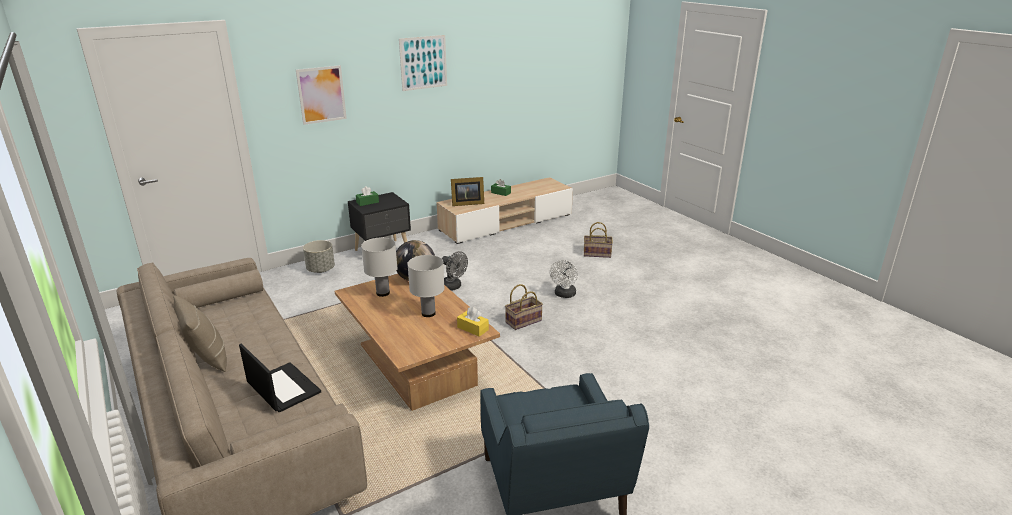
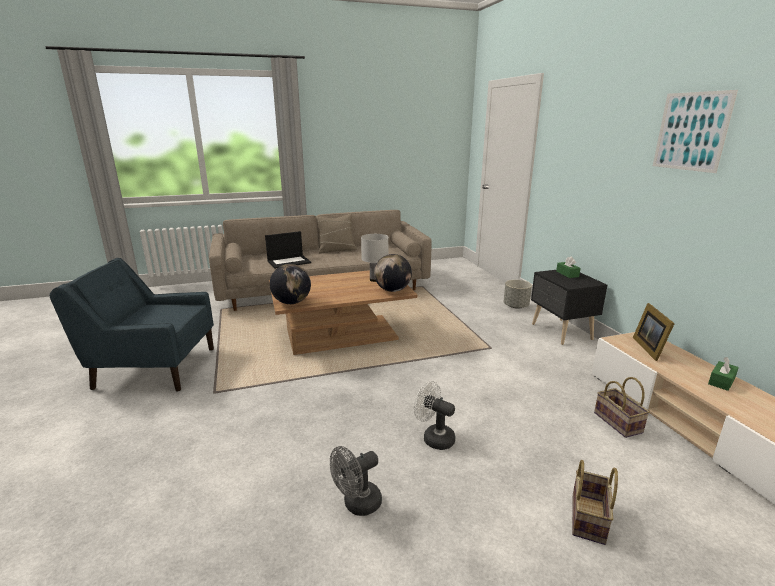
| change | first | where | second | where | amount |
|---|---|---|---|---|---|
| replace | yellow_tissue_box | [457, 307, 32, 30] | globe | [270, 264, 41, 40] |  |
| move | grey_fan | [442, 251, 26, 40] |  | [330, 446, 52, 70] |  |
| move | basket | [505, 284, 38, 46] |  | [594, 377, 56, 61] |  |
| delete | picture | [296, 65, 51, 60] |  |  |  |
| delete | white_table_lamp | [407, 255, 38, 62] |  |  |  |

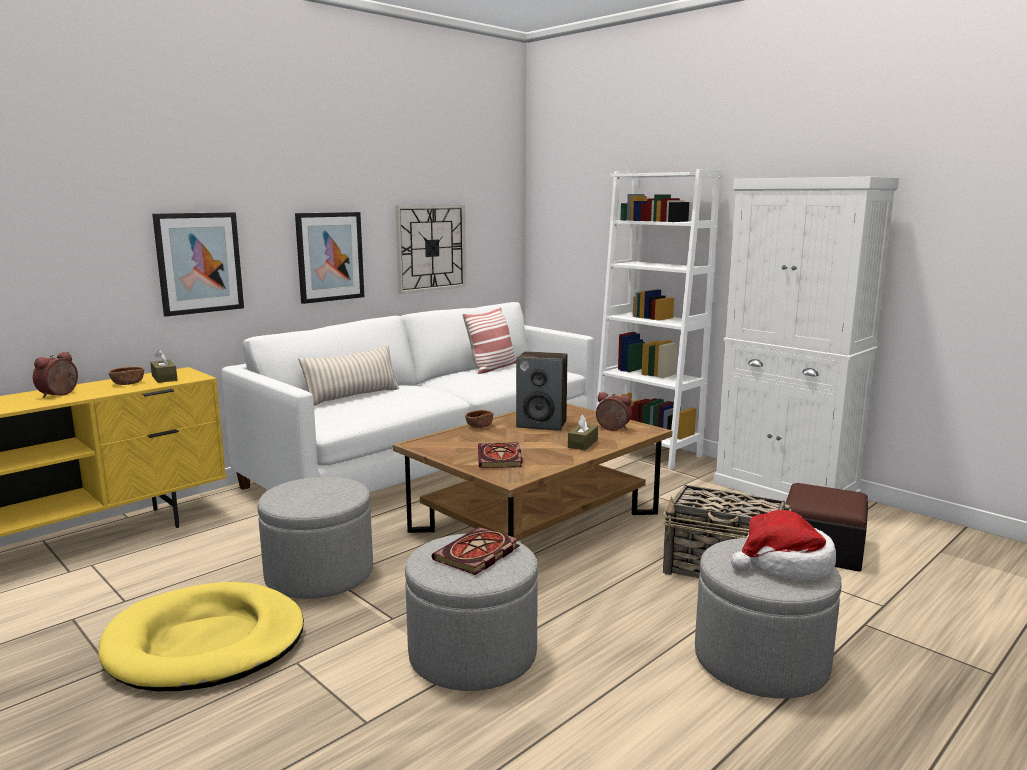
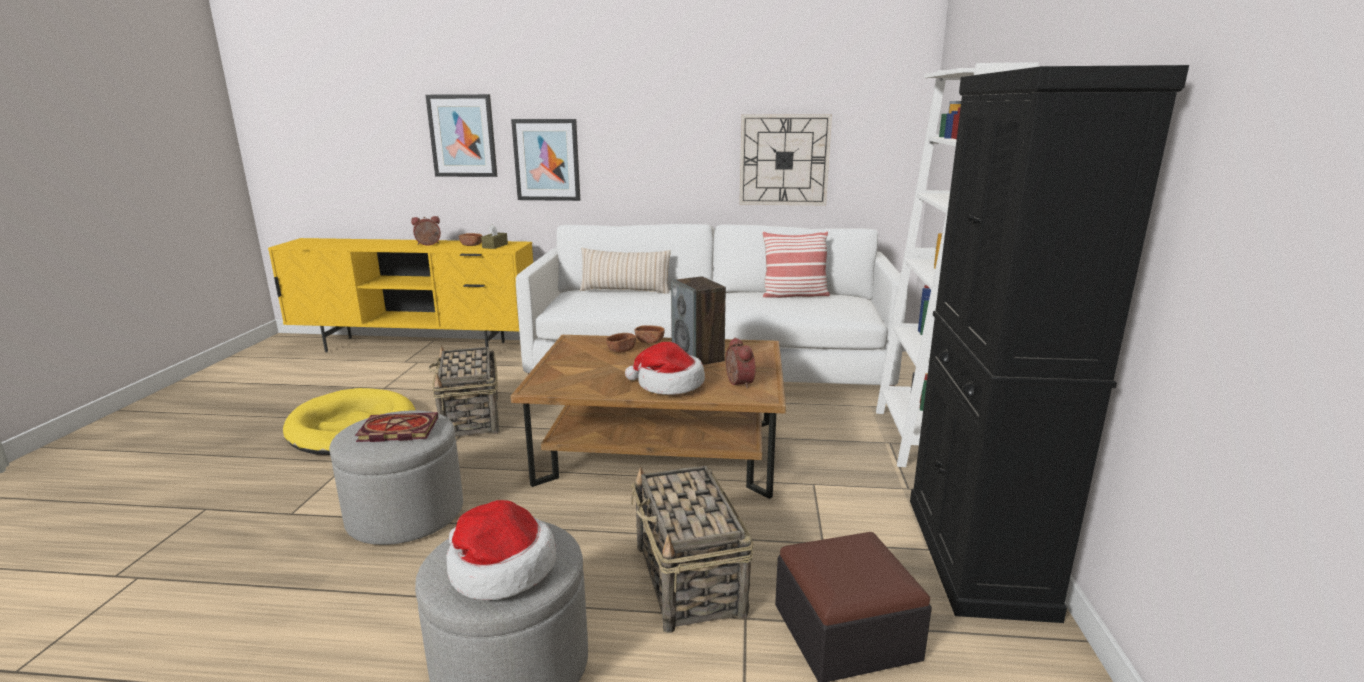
| change | first | where | second | where | amount |
|---|---|---|---|---|---|
| move | picture | [295, 212, 69, 92] |  | [426, 94, 71, 83] |  |
| replace | grey_ottoman | [257, 477, 116, 122] | basket | [428, 345, 72, 91] |  |
| insert |  |  | brown_bowl | [606, 333, 30, 19] |  |
| replace | brown_tissue_box | [568, 414, 30, 36] | hat | [625, 342, 80, 53] |  |
| recolor | white_cabinet | [713, 177, 186, 326] | black_cabinet | [910, 65, 279, 558] |  |
| delete | book | [478, 442, 45, 26] |  |  |  |

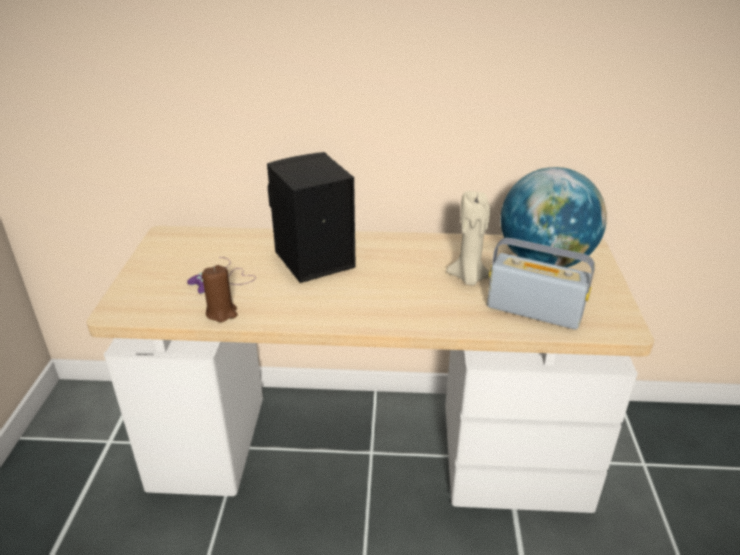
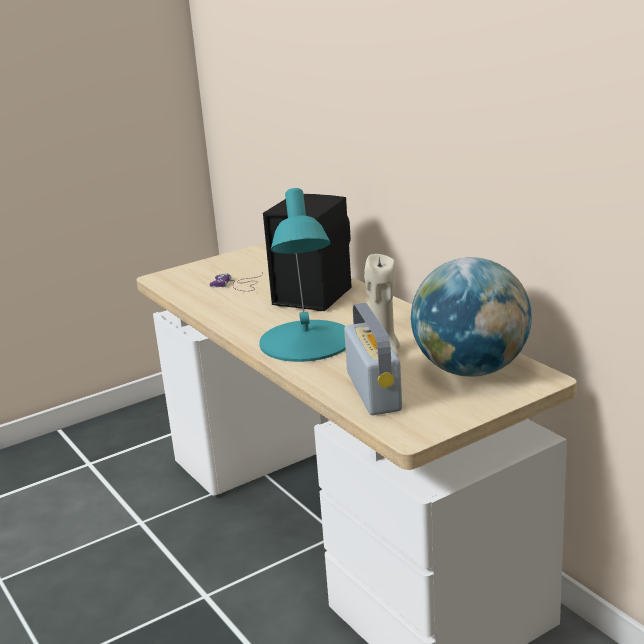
| change | first | where | second | where | amount |
|---|---|---|---|---|---|
| insert |  |  | turquoise_table_lamp | [259, 188, 87, 174] |  |
| delete | brown_candle | [202, 265, 35, 57] |  |  |  |

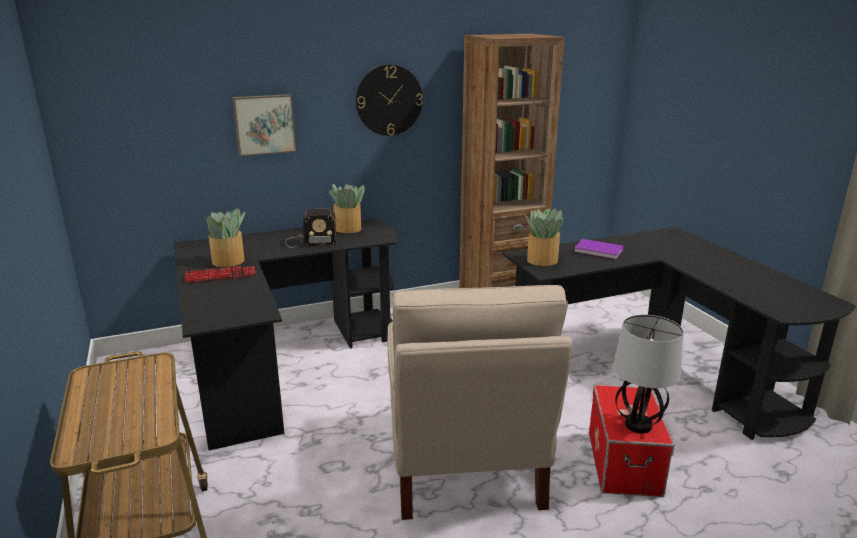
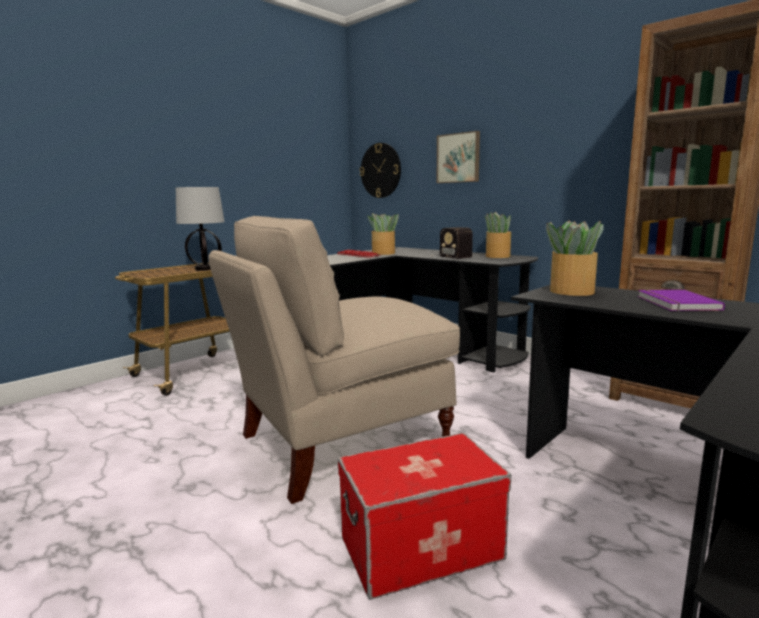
| change | first | where | second | where | amount |
|---|---|---|---|---|---|
| move | table_lamp | [613, 315, 71, 118] |  | [176, 187, 49, 84] |  |
| move | wall_clock | [356, 64, 67, 72] |  | [360, 143, 41, 55] |  |

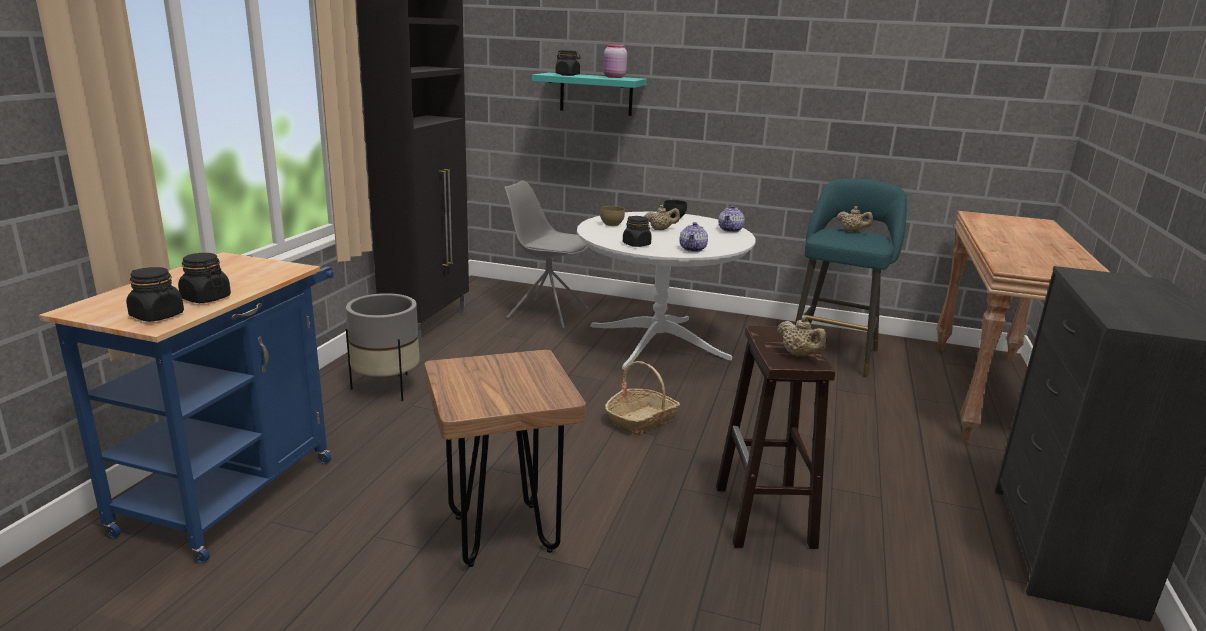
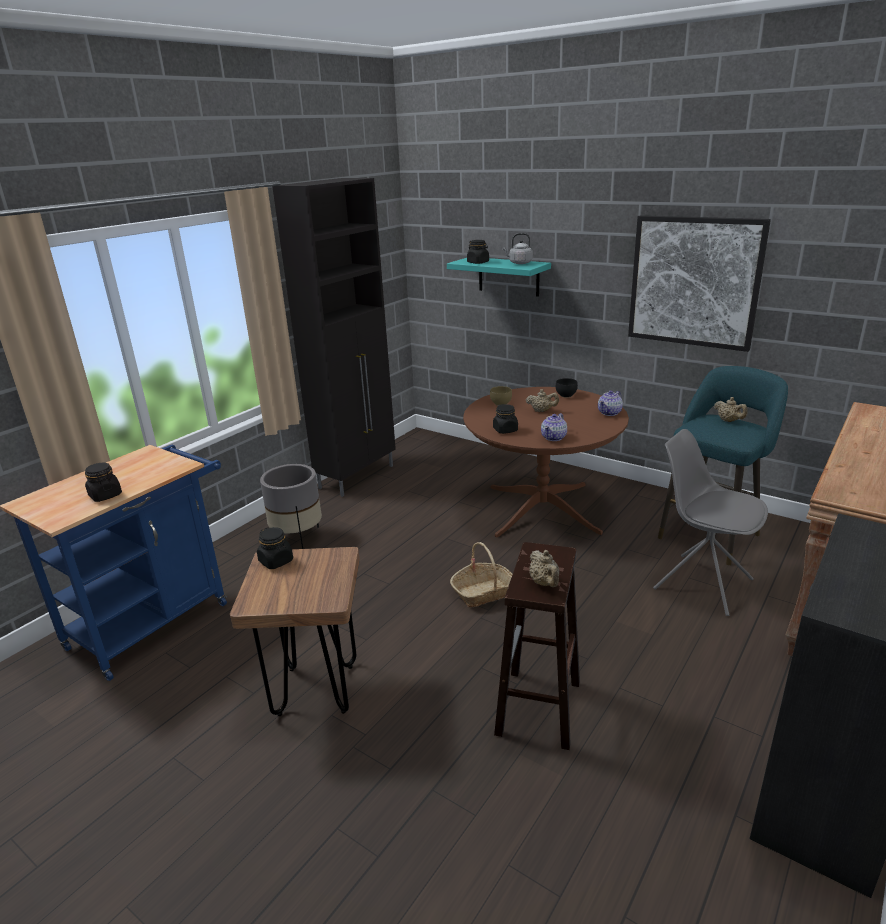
| change | first | where | second | where | amount |
|---|---|---|---|---|---|
| move | black_jar | [126, 267, 58, 55] |  | [257, 527, 36, 42] |  |
| recolor | white_dining_table | [577, 212, 179, 158] | brown_dining_table | [463, 387, 166, 150] |  |
| replace | pink_jar | [603, 44, 24, 34] | grey_kettle | [503, 233, 30, 31] |  |
| insert |  |  | picture | [628, 215, 143, 137] |  |
| move | grey_chair | [504, 180, 85, 149] |  | [653, 429, 115, 187] |  |

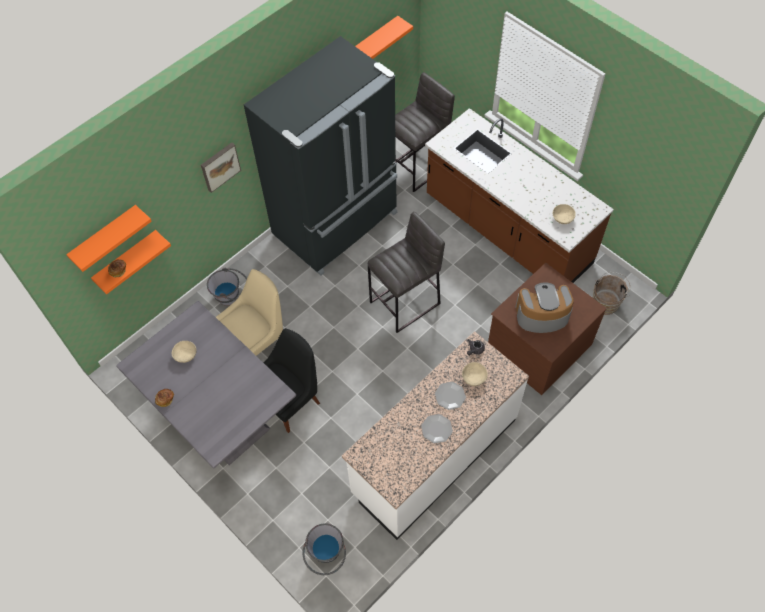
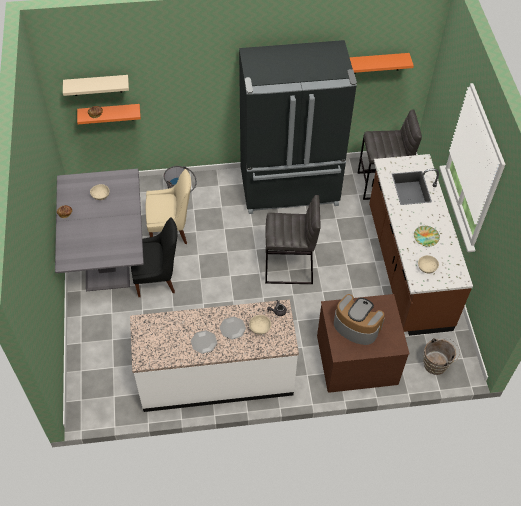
| change | first | where | second | where | amount |
|---|---|---|---|---|---|
| recolor | orange_shelf | [66, 205, 86, 67] | beige_shelf | [63, 75, 66, 21] |  |
| insert |  |  | plate | [414, 226, 26, 21] |  |
| delete | picture | [201, 143, 40, 50] |  |  |  |
| delete | grey_bucket | [302, 523, 44, 52] |  |  |  |

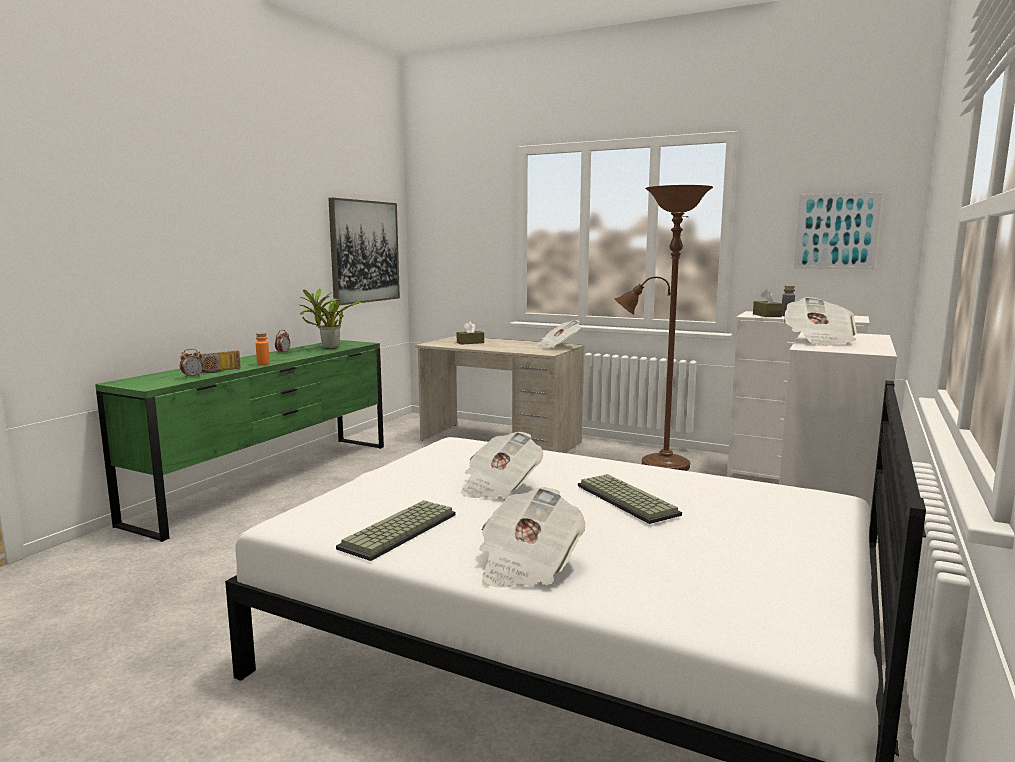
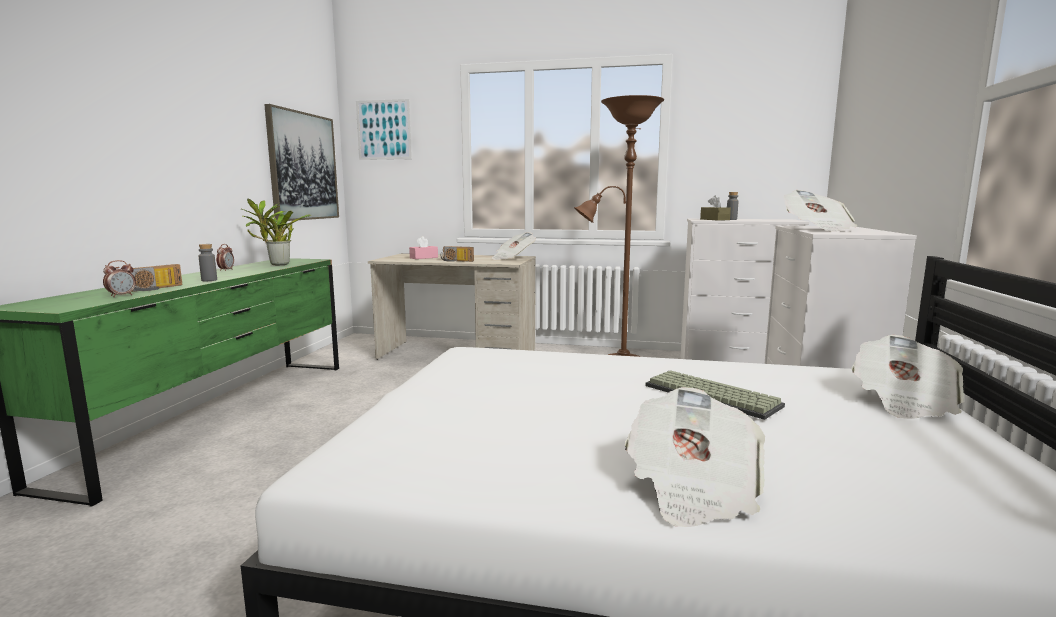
| change | first | where | second | where | amount |
|---|---|---|---|---|---|
| recolor | orange_bottle | [256, 333, 14, 32] | grey_bottle | [199, 244, 18, 37] |  |
| move | picture | [794, 193, 88, 77] |  | [356, 99, 56, 61] |  |
| recolor | brown_tissue_box | [457, 322, 27, 23] | pink_tissue_box | [409, 236, 29, 23] |  |
| insert |  |  | radio | [441, 246, 33, 16] |  |
| move | newspaper | [461, 432, 82, 66] |  | [851, 335, 113, 84] |  |
| delete | keyboard | [336, 500, 120, 61] |  |  |  |

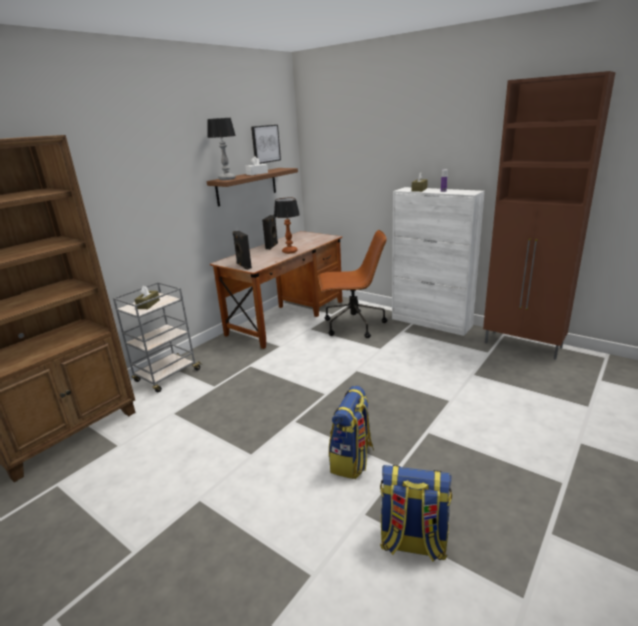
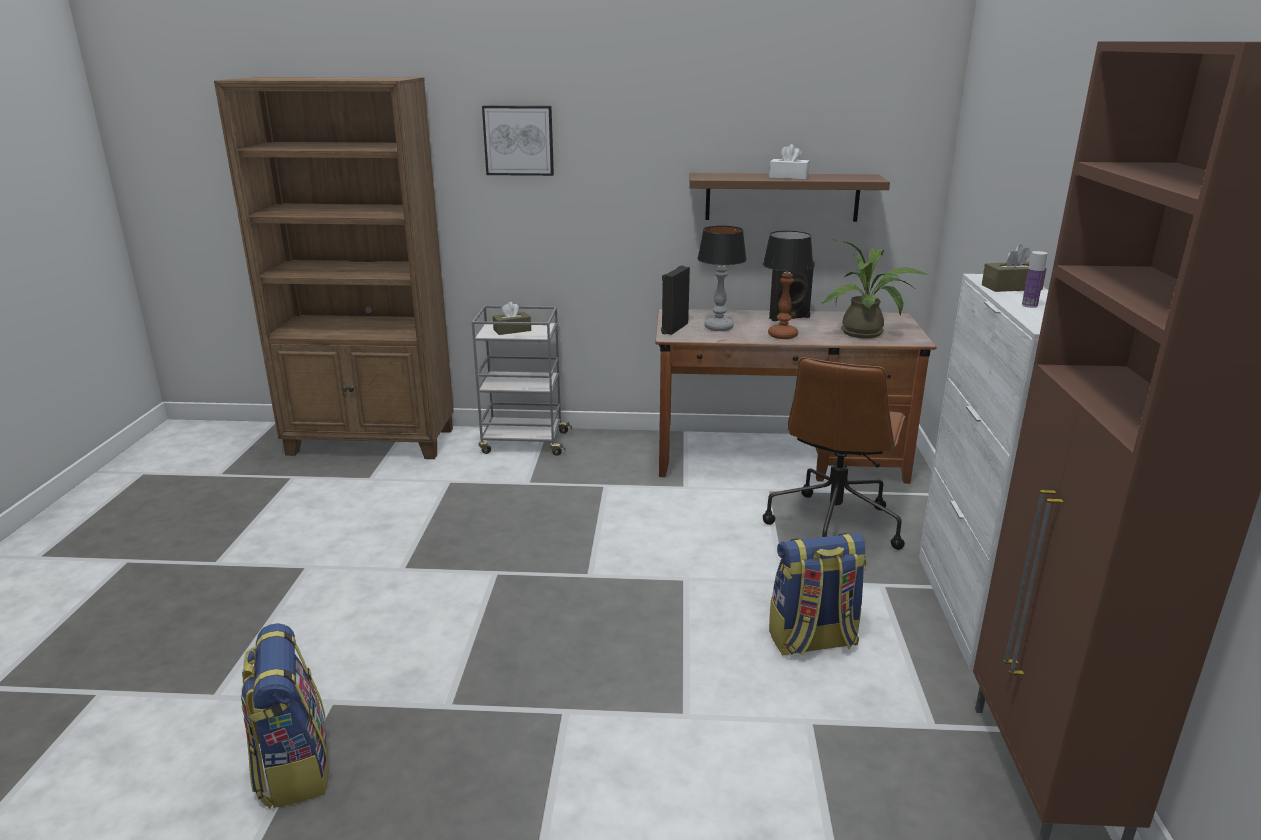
| change | first | where | second | where | amount |
|---|---|---|---|---|---|
| move | picture | [251, 125, 30, 39] |  | [482, 106, 72, 70] |  |
| move | table_lamp | [207, 118, 29, 62] |  | [697, 226, 50, 105] |  |
| rotate | brown_office_chair | [318, 230, 69, 108] |  | [763, 357, 142, 193] | 60 degrees clockwise |
| move | backpack | [329, 386, 45, 93] |  | [769, 533, 98, 123] |  |
| insert |  |  | potted_plant | [822, 240, 106, 99] |  |

